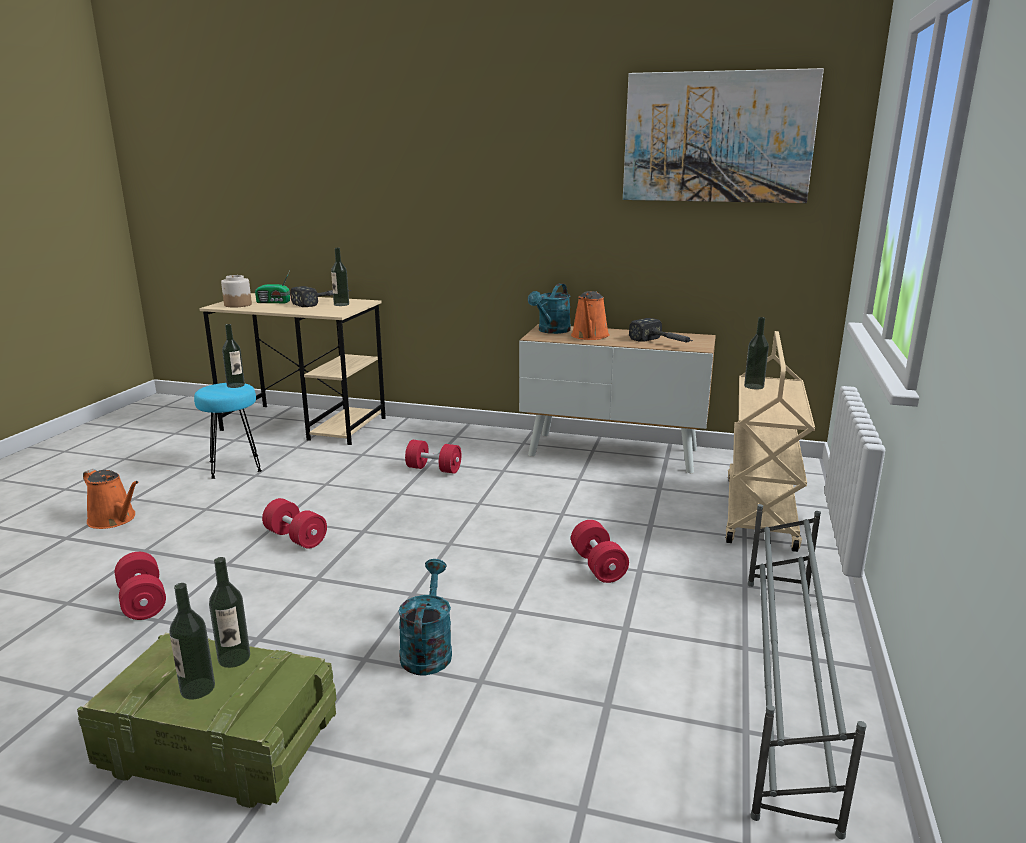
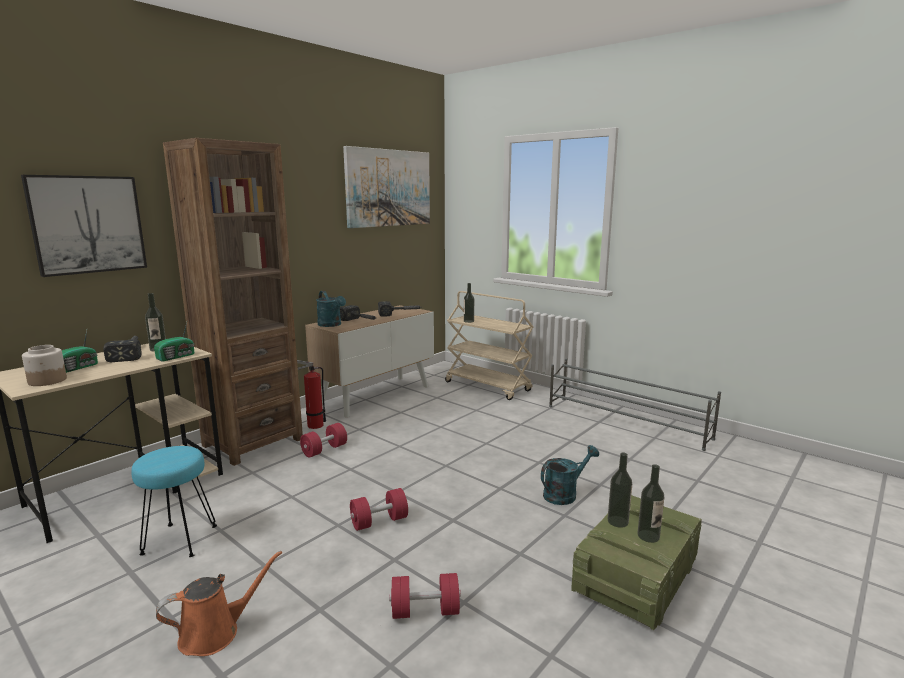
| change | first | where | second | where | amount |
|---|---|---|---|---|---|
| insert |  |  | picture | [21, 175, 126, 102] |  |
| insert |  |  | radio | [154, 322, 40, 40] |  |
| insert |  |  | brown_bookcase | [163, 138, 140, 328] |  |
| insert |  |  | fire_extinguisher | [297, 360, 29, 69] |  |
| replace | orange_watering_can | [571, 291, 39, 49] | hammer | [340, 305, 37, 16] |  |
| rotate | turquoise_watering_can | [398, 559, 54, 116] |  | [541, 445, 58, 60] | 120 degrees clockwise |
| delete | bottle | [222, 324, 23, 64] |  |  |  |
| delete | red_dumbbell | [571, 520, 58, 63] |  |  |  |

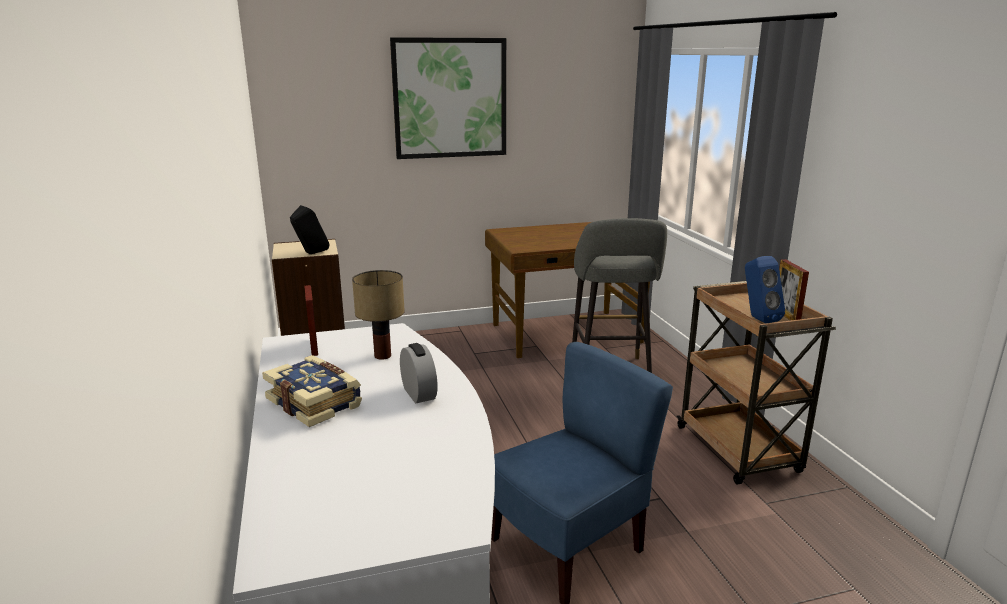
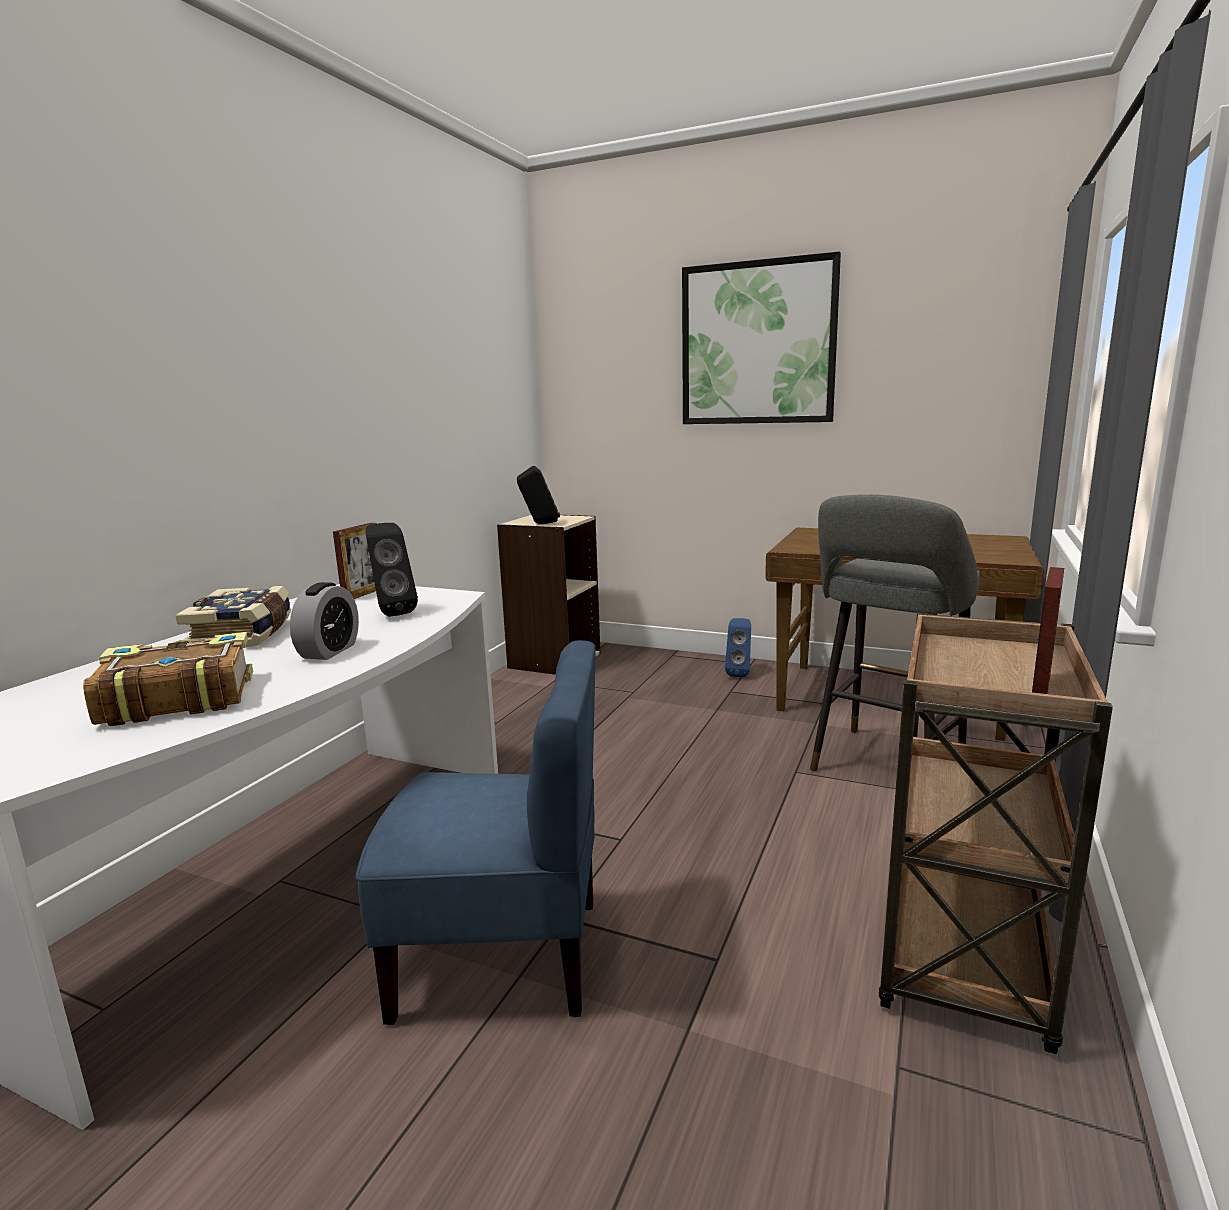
| change | first | where | second | where | amount |
|---|---|---|---|---|---|
| insert |  |  | book | [83, 632, 170, 94] |  |
| replace | table_lamp | [352, 270, 53, 90] | black_speaker | [365, 523, 53, 94] |  |
| move | blue_speaker | [745, 256, 40, 67] |  | [725, 618, 26, 59] |  |

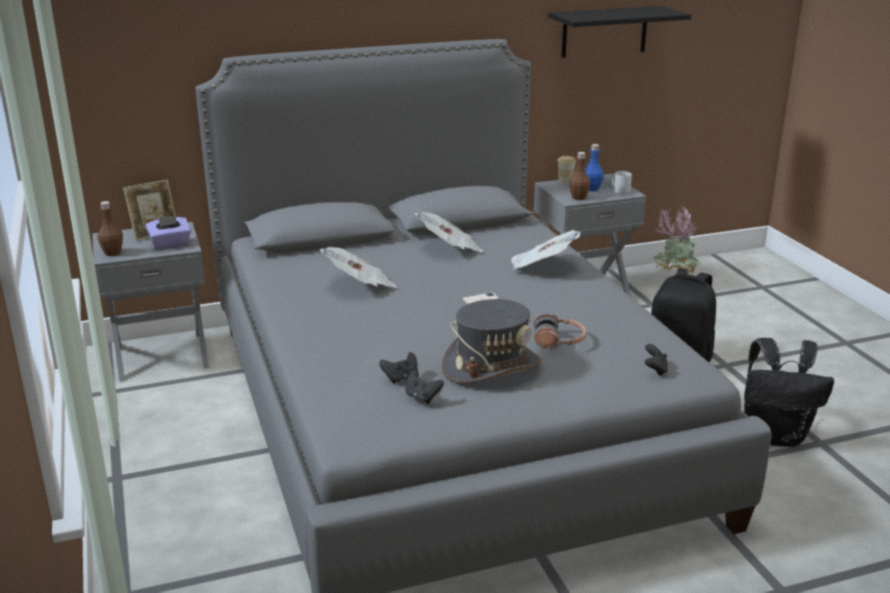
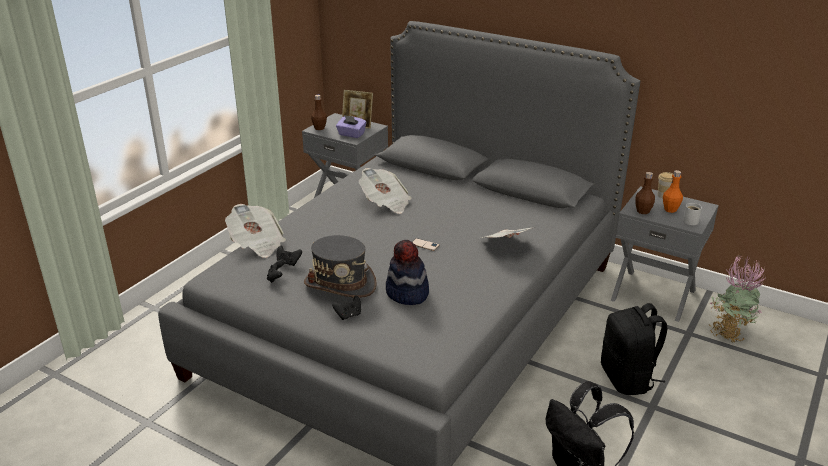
| change | first | where | second | where | amount |
|---|---|---|---|---|---|
| move | newspaper | [414, 212, 70, 40] |  | [225, 204, 61, 54] |  |
| move | black_game_controller | [645, 344, 23, 32] |  | [332, 296, 29, 24] |  |
| replace | headphones | [534, 314, 52, 34] | hat | [386, 240, 43, 65] |  |
| recolor | blue_bottle | [585, 144, 19, 47] | orange_bottle | [663, 170, 20, 43] |  |
| delete | black_shelf | [548, 6, 144, 52] |  |  |  |

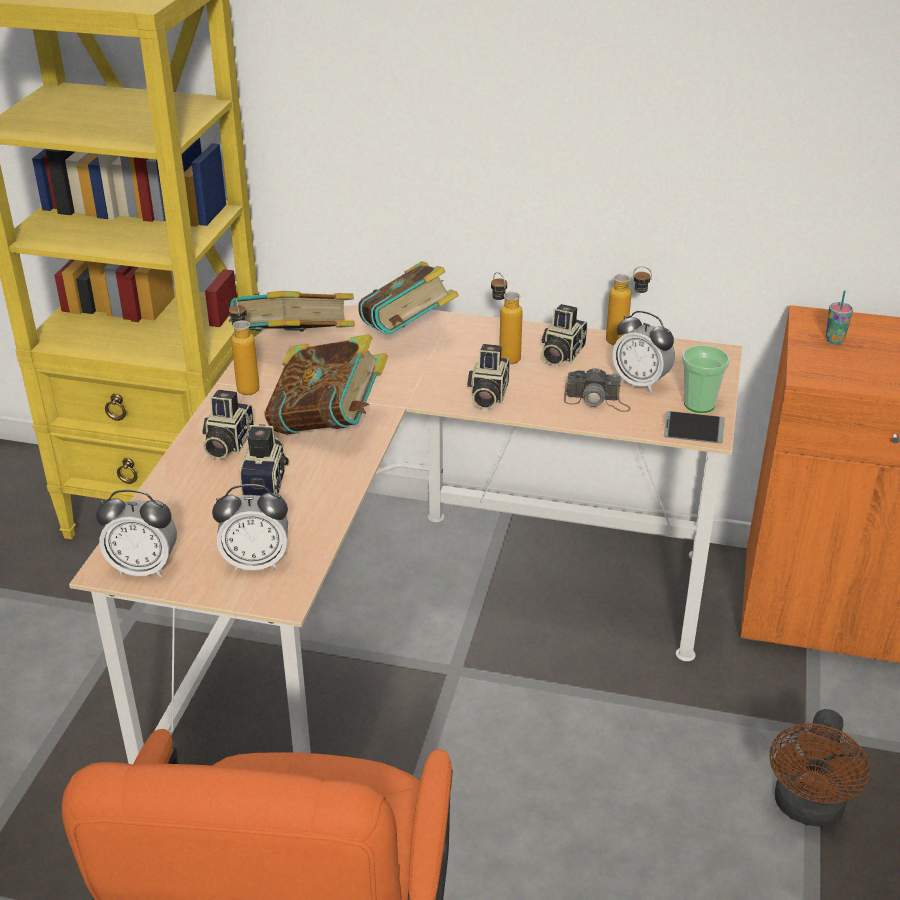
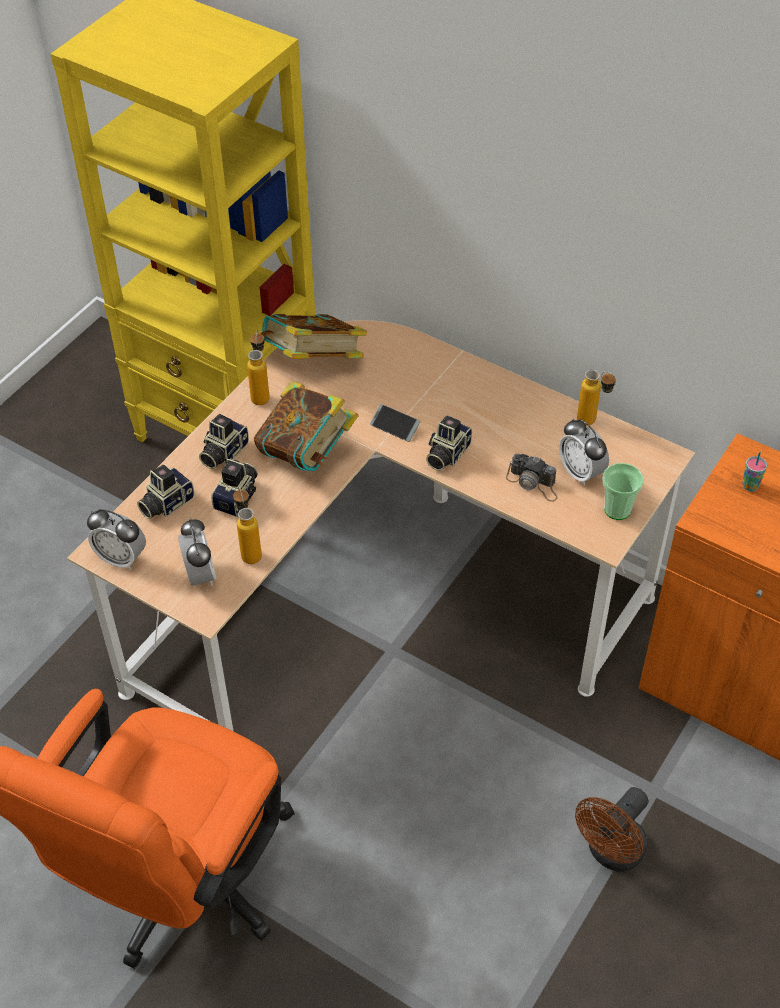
| change | first | where | second | where | amount |
|---|---|---|---|---|---|
| move | photo_camera | [541, 304, 46, 62] |  | [137, 465, 57, 54] |  |
| rotate | alarm_clock | [212, 484, 76, 88] |  | [178, 518, 38, 68] | 120 degrees counterclockwise |
| move | bottle | [491, 272, 32, 92] |  | [233, 486, 29, 78] |  |
| move | phone | [664, 411, 61, 32] |  | [370, 404, 50, 38] |  |
| delete | book | [358, 261, 100, 73] |  |  |  |

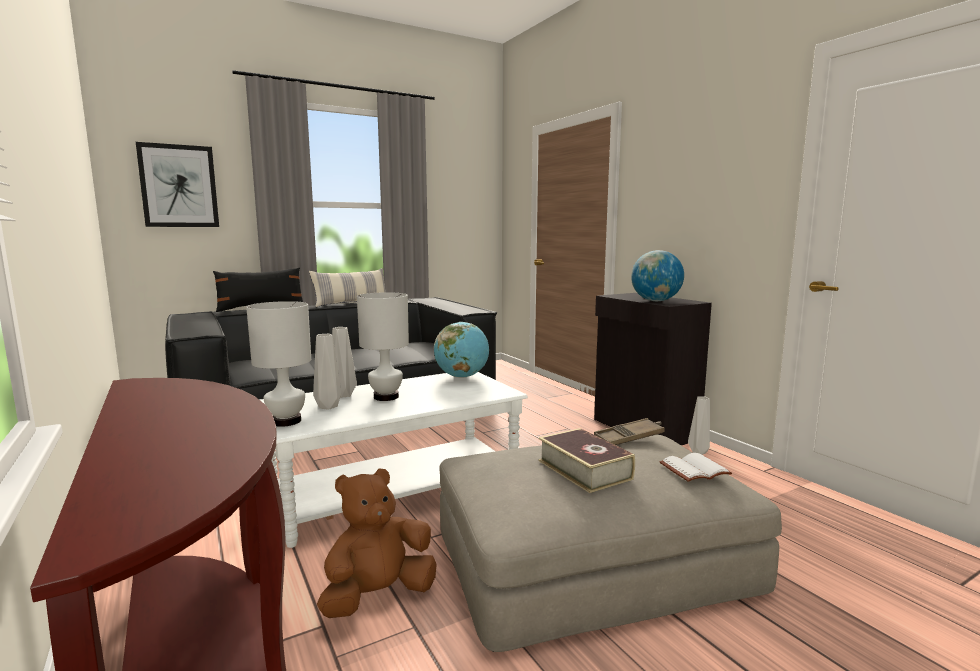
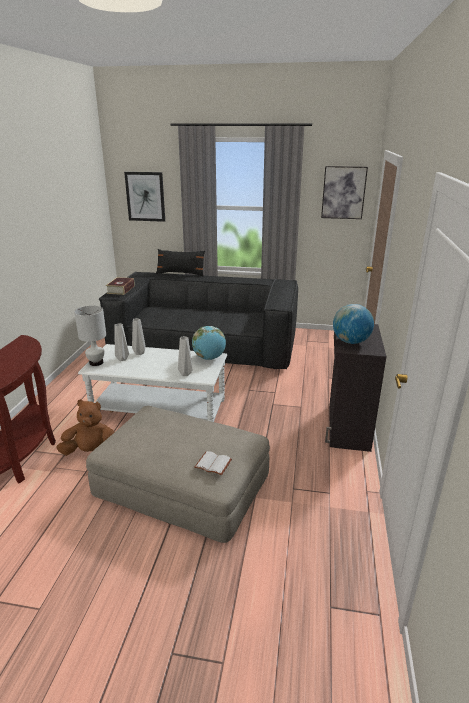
| change | first | where | second | where | amount |
|---|---|---|---|---|---|
| move | book | [538, 428, 97, 65] |  | [106, 277, 29, 18] |  |
| move | grey_vase | [688, 396, 22, 59] |  | [178, 336, 14, 40] |  |
| insert |  |  | picture | [321, 166, 47, 53] |  |
| delete | pillow | [309, 268, 77, 39] |  |  |  |
| delete | white_table_lamp | [357, 292, 52, 109] |  |  |  |
| delete | brown_tray | [594, 418, 71, 27] |  |  |  |

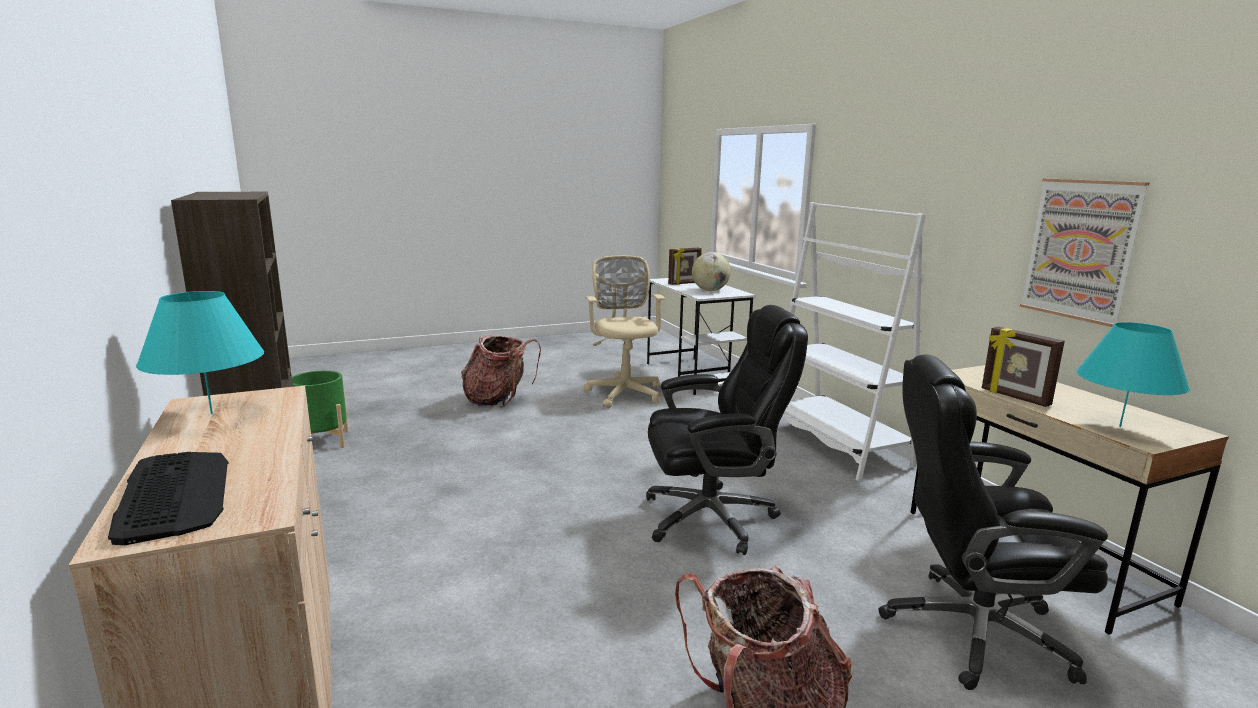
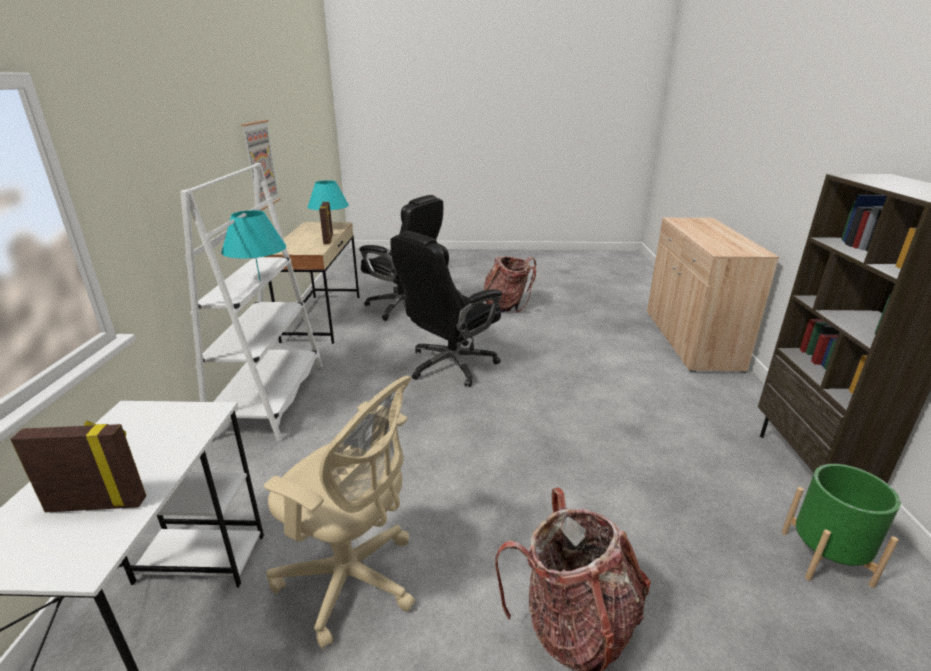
| change | first | where | second | where | amount |
|---|---|---|---|---|---|
| move | turquoise_table_lamp | [136, 291, 128, 123] |  | [221, 210, 65, 71] |  |
| rotate | beige_office_chair | [583, 255, 82, 154] |  | [264, 376, 151, 273] | 75 degrees counterclockwise |
| rotate | black_office_chair | [646, 305, 162, 250] |  | [390, 231, 112, 156] | 60 degrees counterclockwise |
| delete | keyboard | [108, 452, 121, 93] |  |  |  |
| delete | globe | [692, 252, 39, 39] |  |  |  |

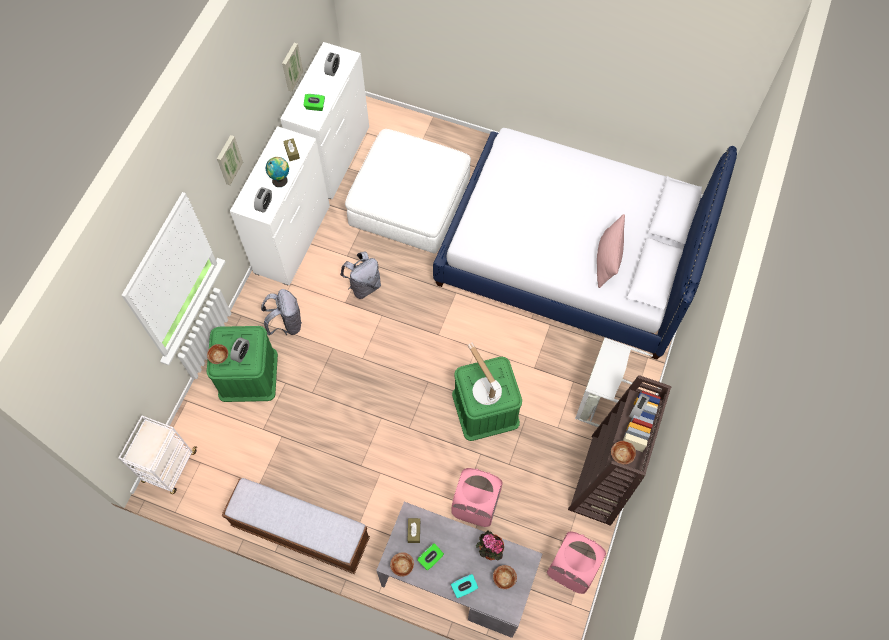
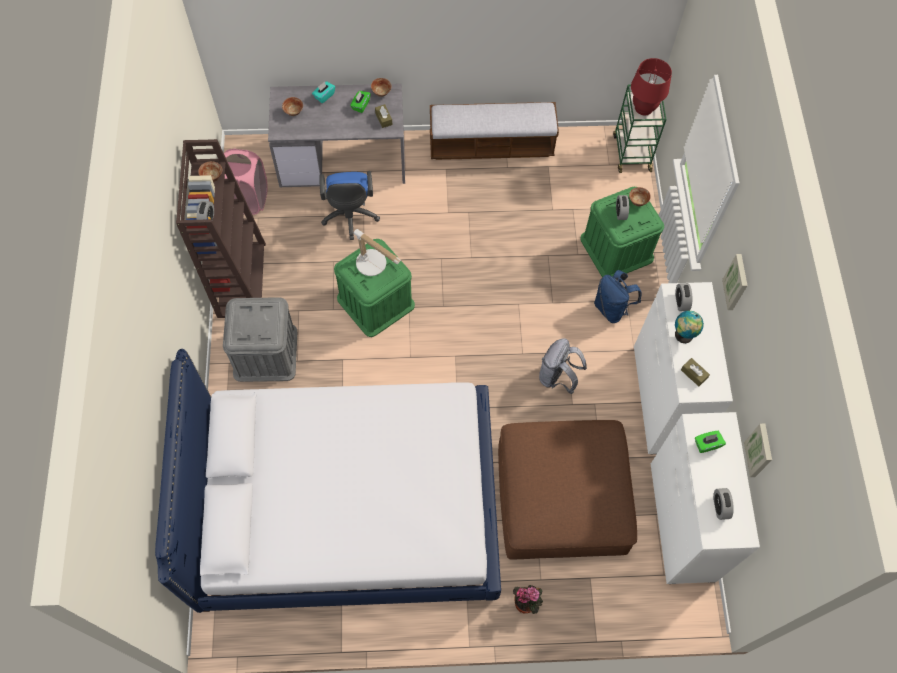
| change | first | where | second | where | amount |
|---|---|---|---|---|---|
| replace | grey_laundry_basket | [575, 338, 78, 89] | grey_storage_box | [223, 297, 74, 85] |  |
| replace | pink_laundry_basket | [451, 468, 52, 59] | blue_office_chair | [319, 171, 61, 69] |  |
| recolor | white_ottoman | [345, 129, 126, 125] | brown_ottoman | [498, 420, 139, 139] |  |
| move | potted_plant | [476, 531, 28, 29] |  | [513, 585, 30, 29] |  |
| recolor | grey_backpack | [261, 289, 41, 47] | blue_backpack | [594, 270, 48, 53] |  |
| recolor | white_cart | [119, 416, 78, 78] | green_cart | [613, 85, 54, 88] |  |
| insert |  |  | red_table_lamp | [631, 58, 41, 57] |  |
| delete | pink_pillow | [597, 214, 28, 74] |  |  |  |

